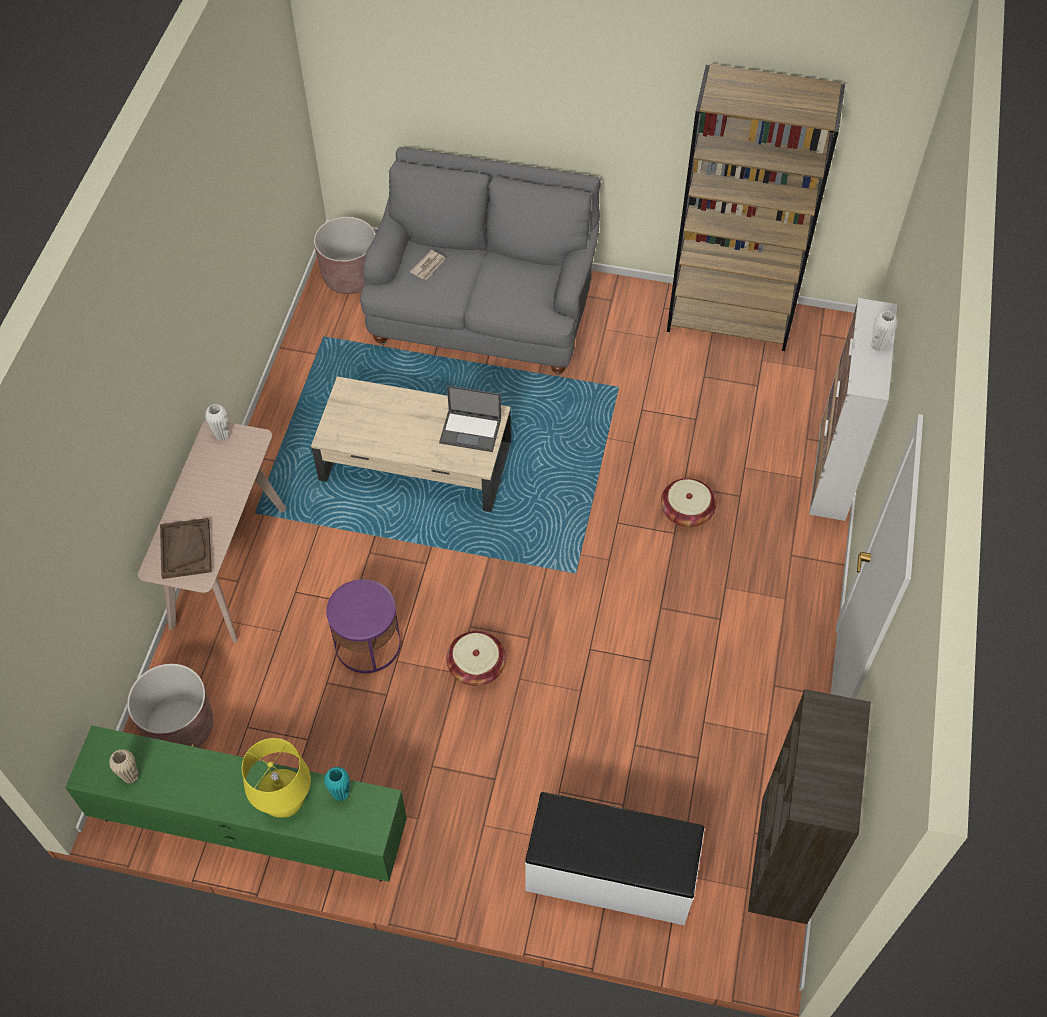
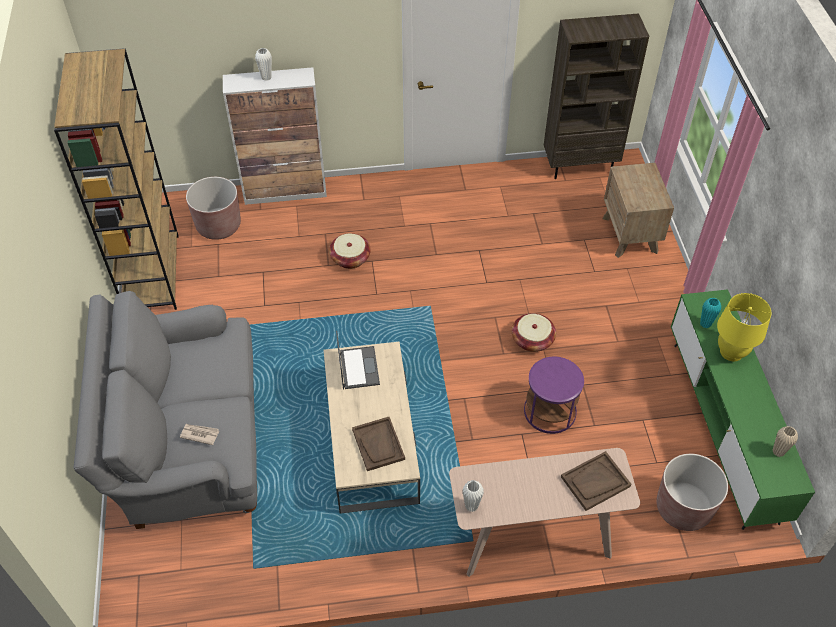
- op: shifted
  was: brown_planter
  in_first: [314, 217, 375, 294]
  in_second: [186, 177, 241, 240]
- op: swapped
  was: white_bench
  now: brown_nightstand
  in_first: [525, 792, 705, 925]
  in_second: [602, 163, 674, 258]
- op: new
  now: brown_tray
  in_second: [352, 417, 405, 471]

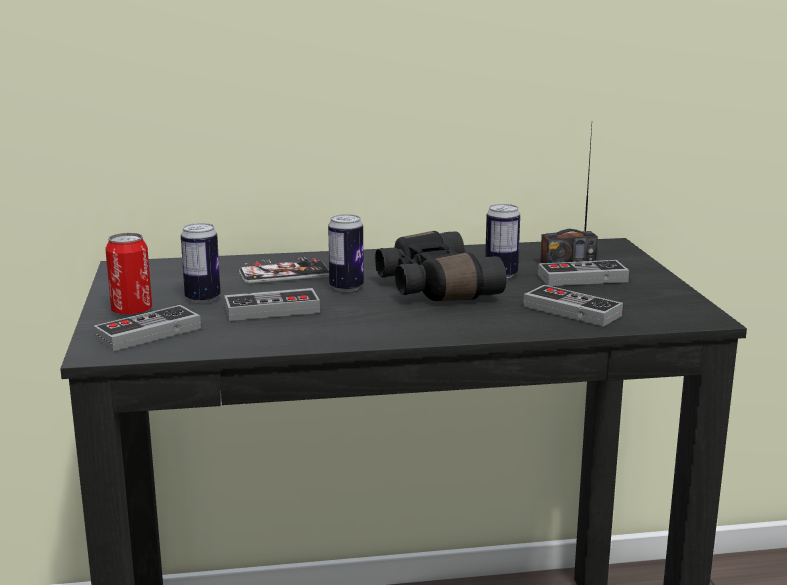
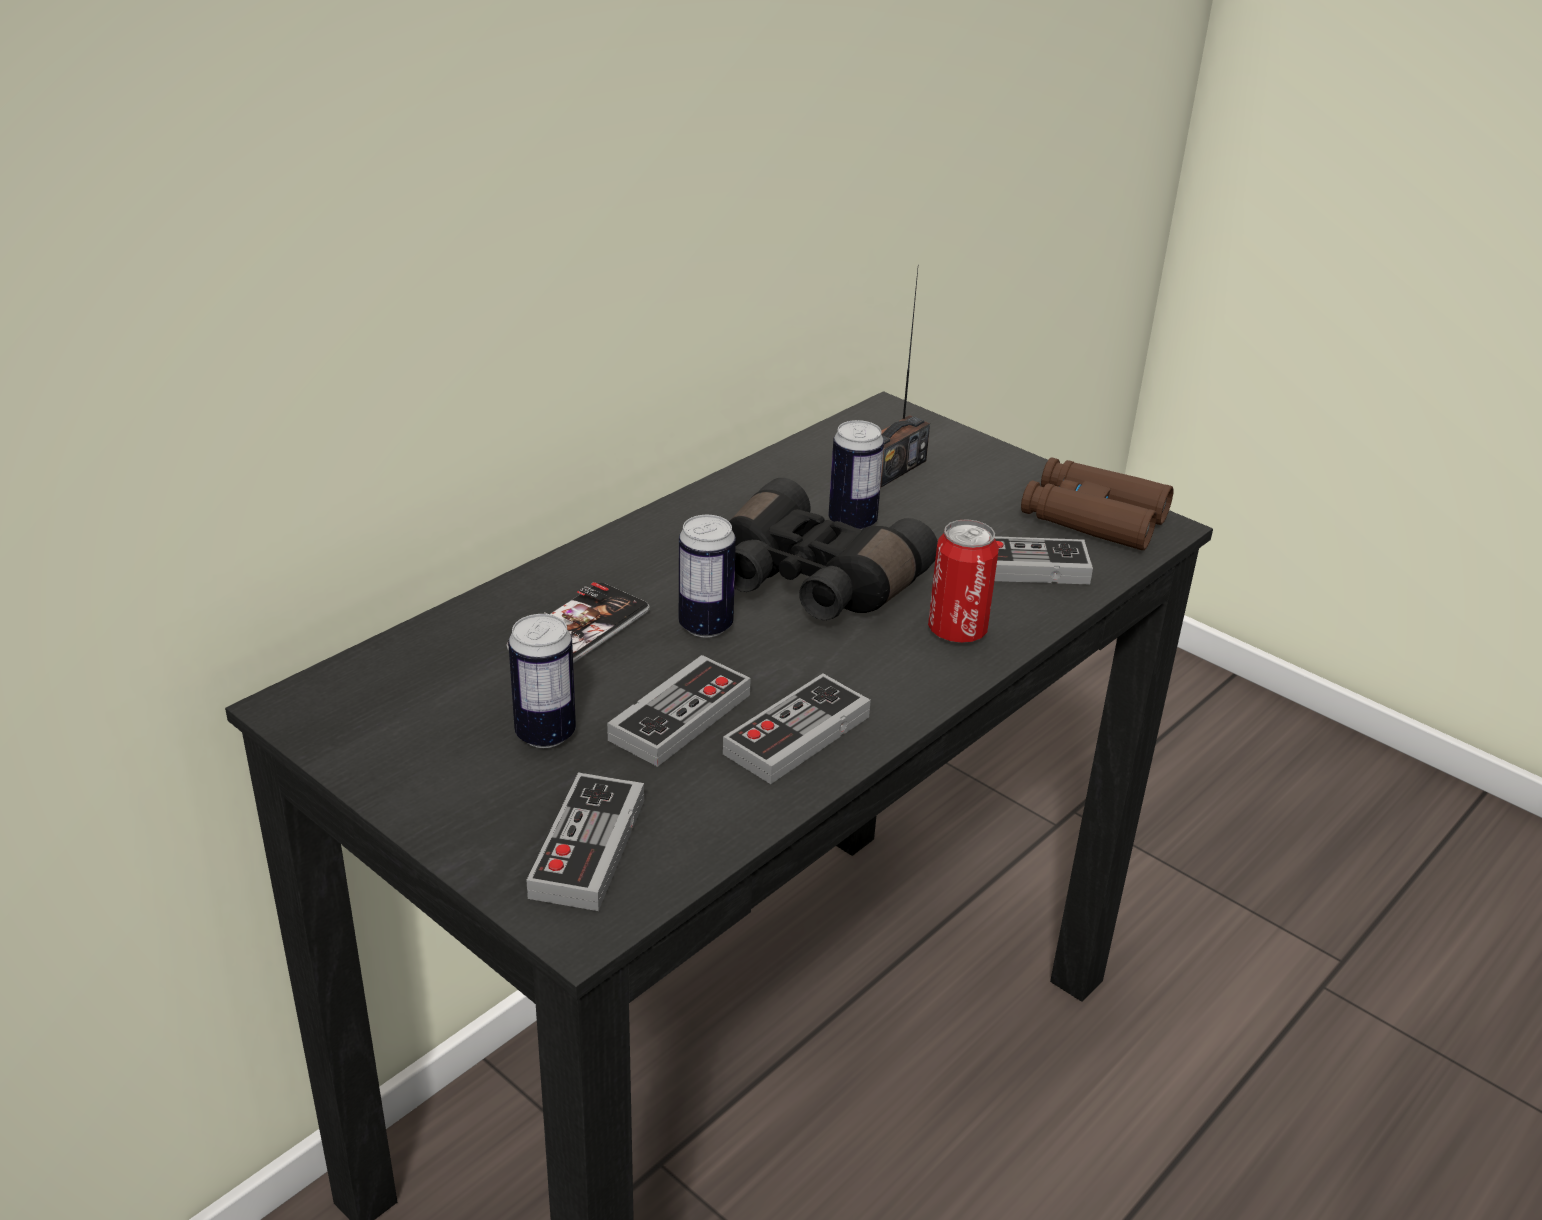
- op: shifted
  was: can
  in_first: [105, 233, 152, 316]
  in_second: [928, 519, 999, 643]
- op: shifted
  was: game_controller
  in_first: [538, 260, 629, 286]
  in_second: [723, 673, 871, 784]
- op: new
  now: brown_binoculars
  in_second: [1021, 457, 1174, 550]

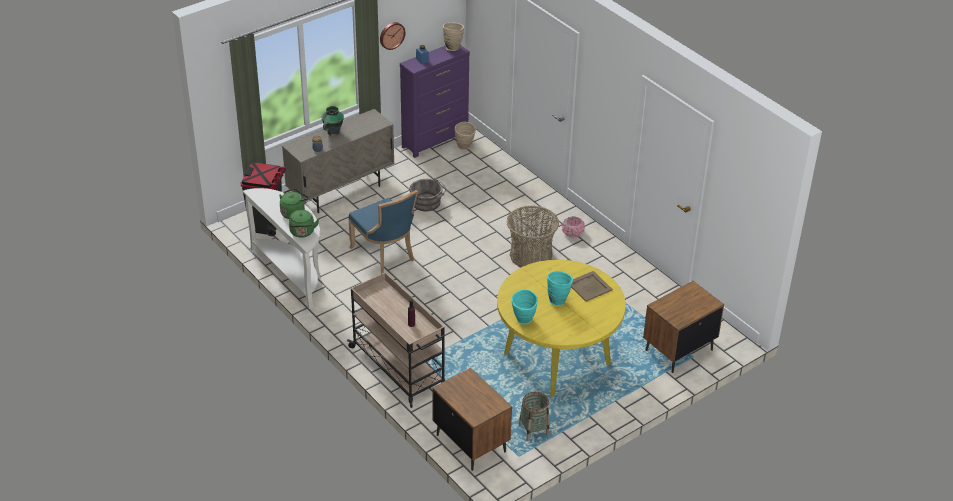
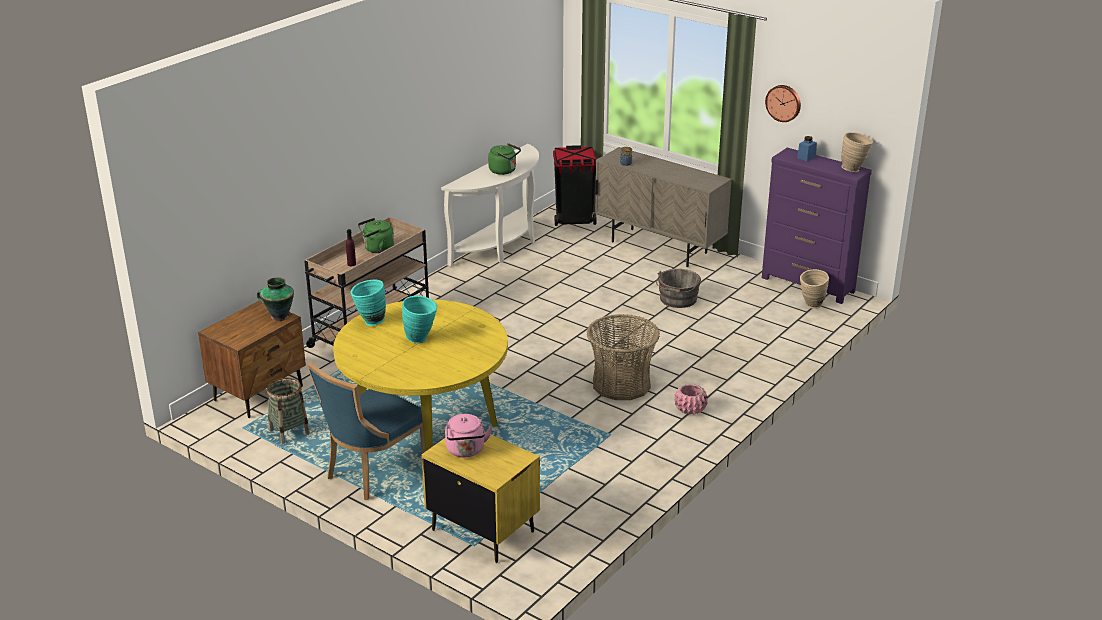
- op: shifted
  was: vase
  in_first: [321, 106, 344, 136]
  in_second: [257, 277, 294, 321]
- op: shifted
  was: blue_chair
  in_first: [348, 190, 418, 274]
  in_second: [307, 362, 426, 500]
- op: shifted
  was: green_kettle
  in_first: [289, 210, 319, 238]
  in_second: [358, 218, 394, 253]
- op: gone
  was: beige_tray
  in_first: [571, 271, 613, 302]
- op: repainted
  was: brown_nightstand
  now: yellow_nightstand
  in_first: [643, 281, 724, 373]
  in_second: [422, 435, 540, 563]
- op: new
  now: pink_kettle
  in_second: [445, 414, 492, 457]

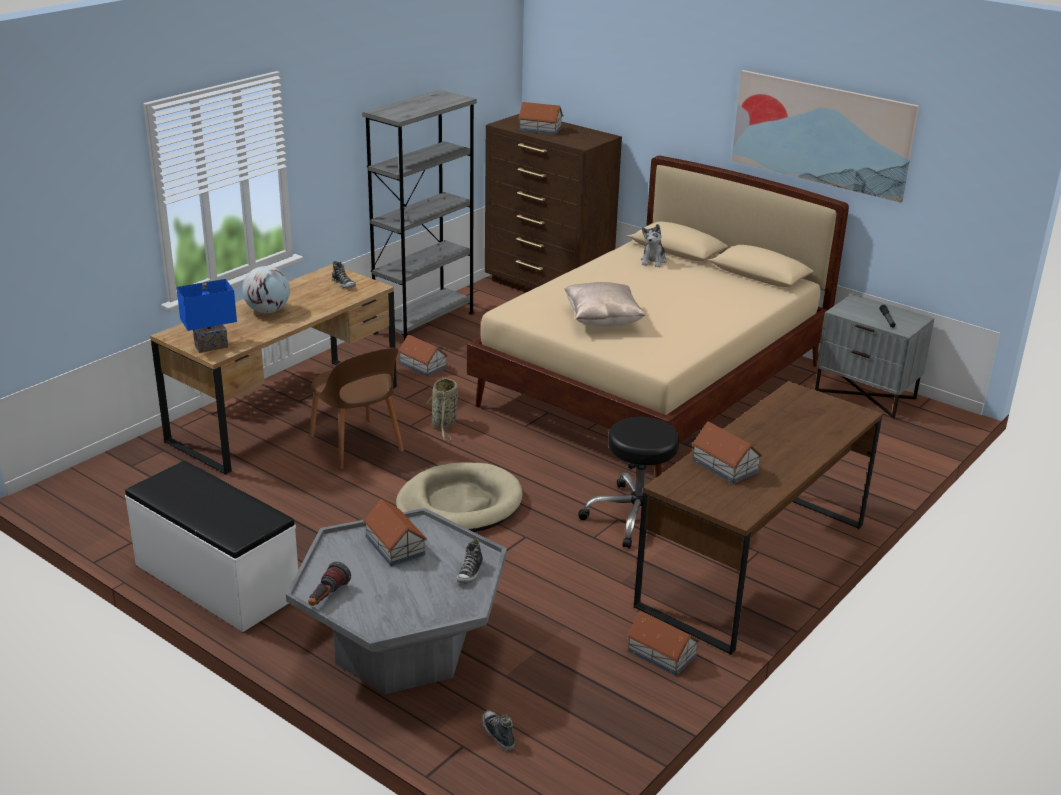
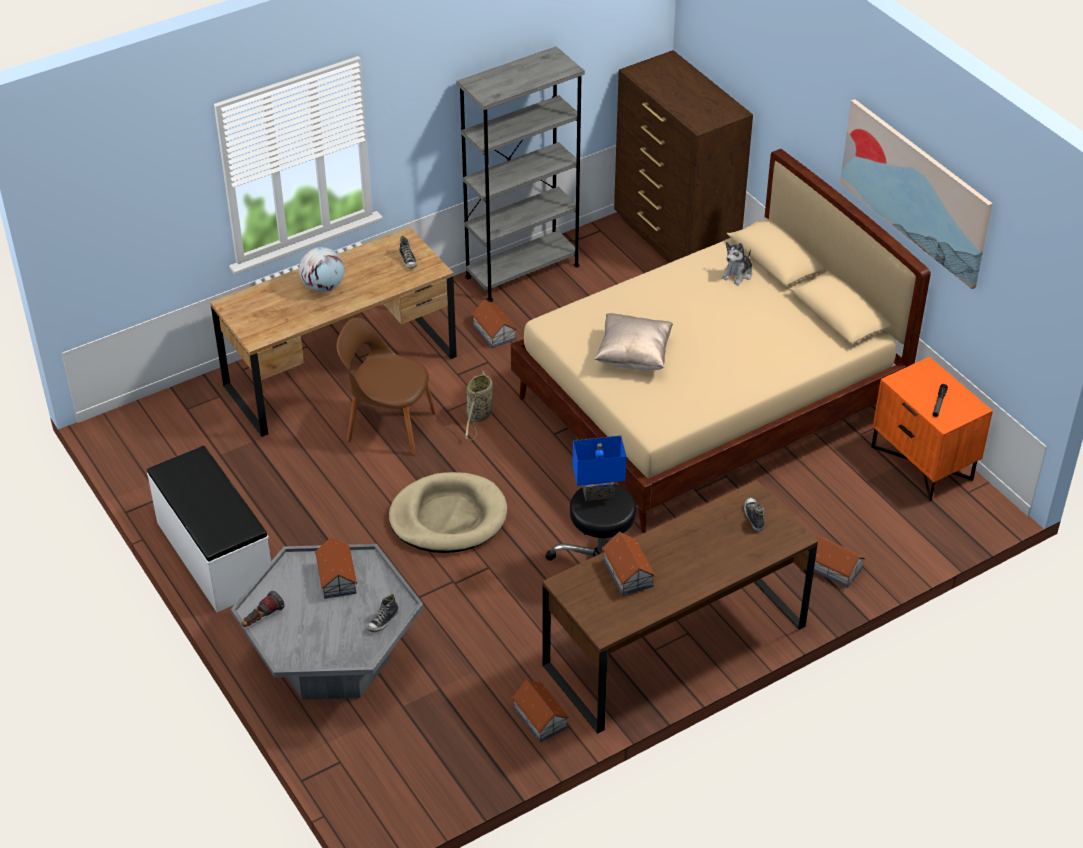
- op: shifted
  was: toy_house
  in_first: [518, 102, 564, 135]
  in_second: [814, 537, 866, 587]
- op: shifted
  was: blue_table_lamp
  in_first: [176, 279, 237, 353]
  in_second: [573, 436, 627, 501]
- op: repainted
  was: grey_nightstand
  now: orange_nightstand
  in_first: [815, 294, 934, 419]
  in_second: [871, 357, 993, 501]
- op: rotated
  was: brown_chair
  in_first: [310, 348, 404, 470]
  in_second: [337, 317, 436, 455]
  clockwise: 120
- op: shifted
  was: shoe
  in_first: [482, 710, 515, 750]
  in_second: [744, 497, 764, 531]

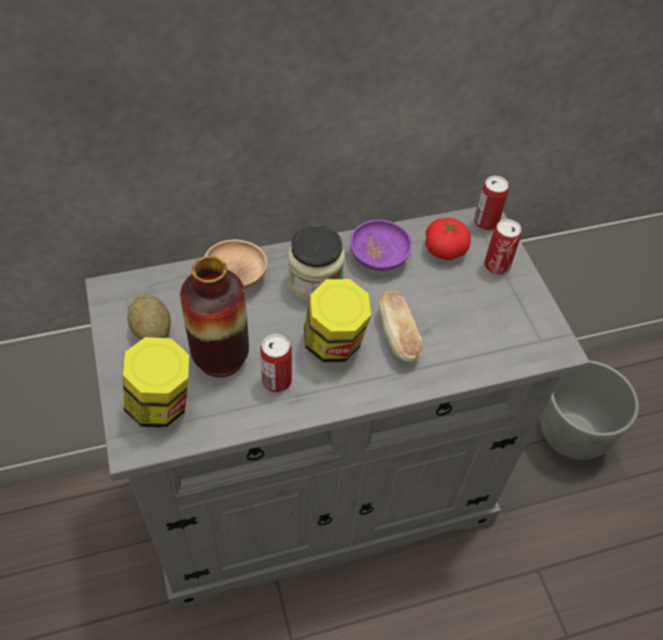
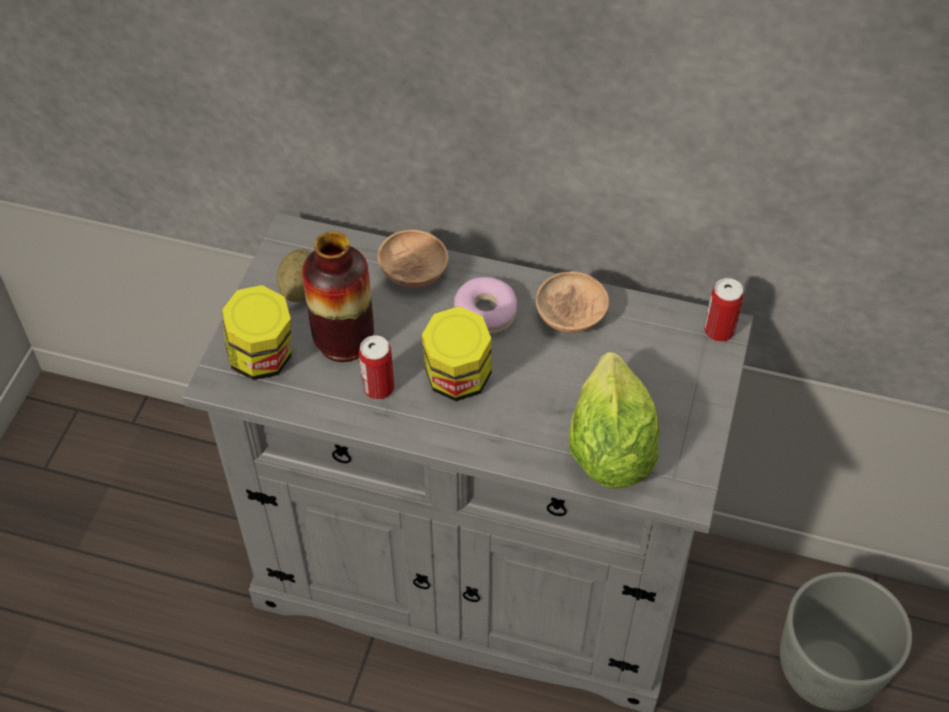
- op: gone
  was: tomato
  in_first: [425, 218, 471, 260]
- op: repainted
  was: purple_bowl
  now: brown_bowl
  in_first: [350, 219, 412, 271]
  in_second: [536, 271, 609, 333]
- op: gone
  was: can
  in_first: [484, 219, 521, 275]
- op: swapped
  was: jar
  now: donut
  in_first: [288, 226, 345, 302]
  in_second: [454, 277, 517, 334]
- op: gone
  was: bread
  in_first: [379, 291, 423, 362]
- op: new
  now: lettuce
  in_second: [568, 352, 659, 488]

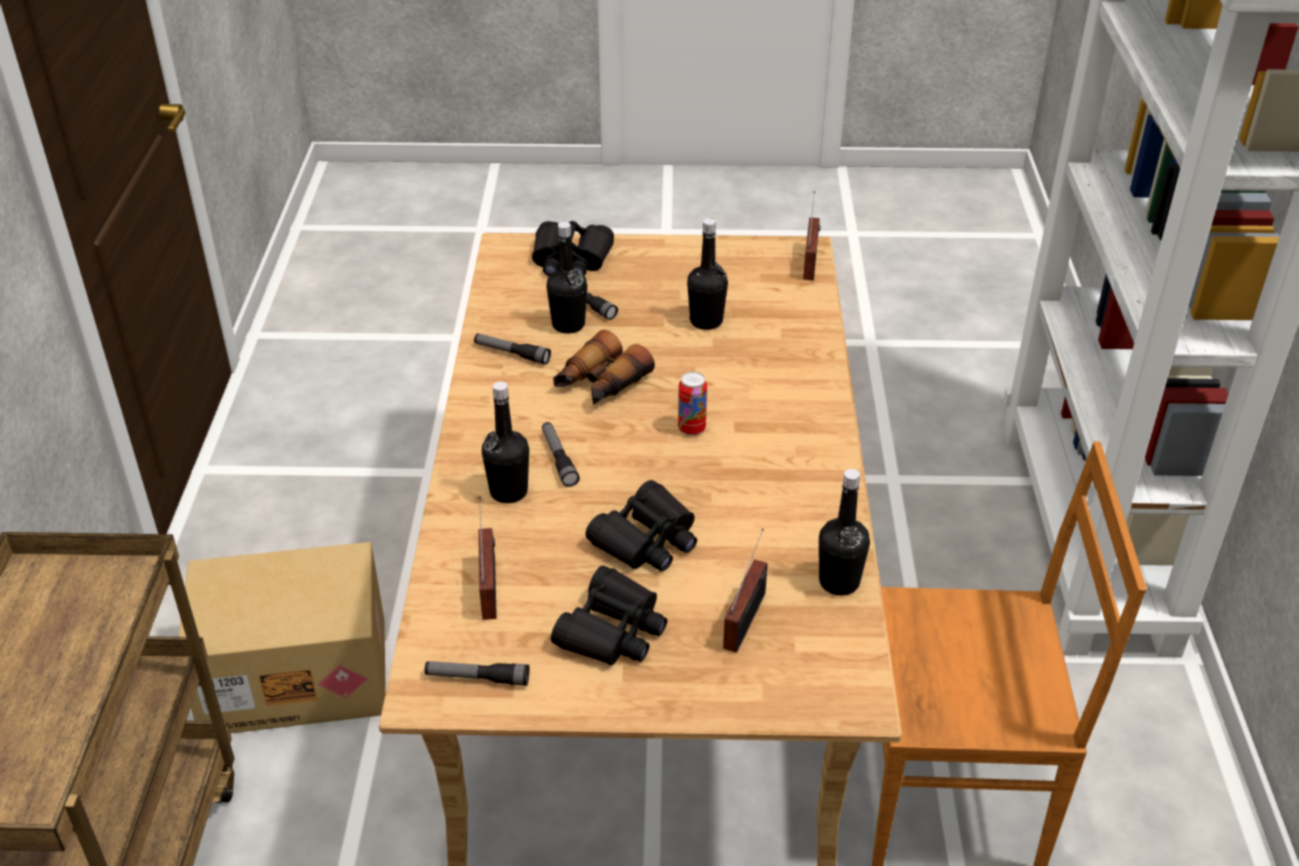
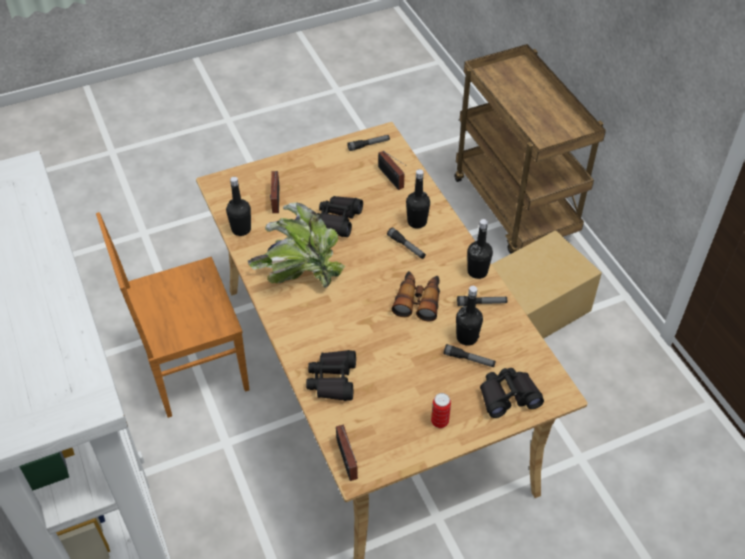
- op: shifted
  was: black_bottle
  in_first: [687, 218, 728, 330]
  in_second: [467, 219, 493, 279]
- op: shifted
  was: can
  in_first: [678, 372, 707, 436]
  in_second: [431, 393, 451, 428]
- op: shifted
  was: black_binoculars
  in_first: [551, 566, 667, 666]
  in_second: [306, 350, 356, 401]
- op: new
  now: potted_plant
  in_second: [248, 202, 345, 288]

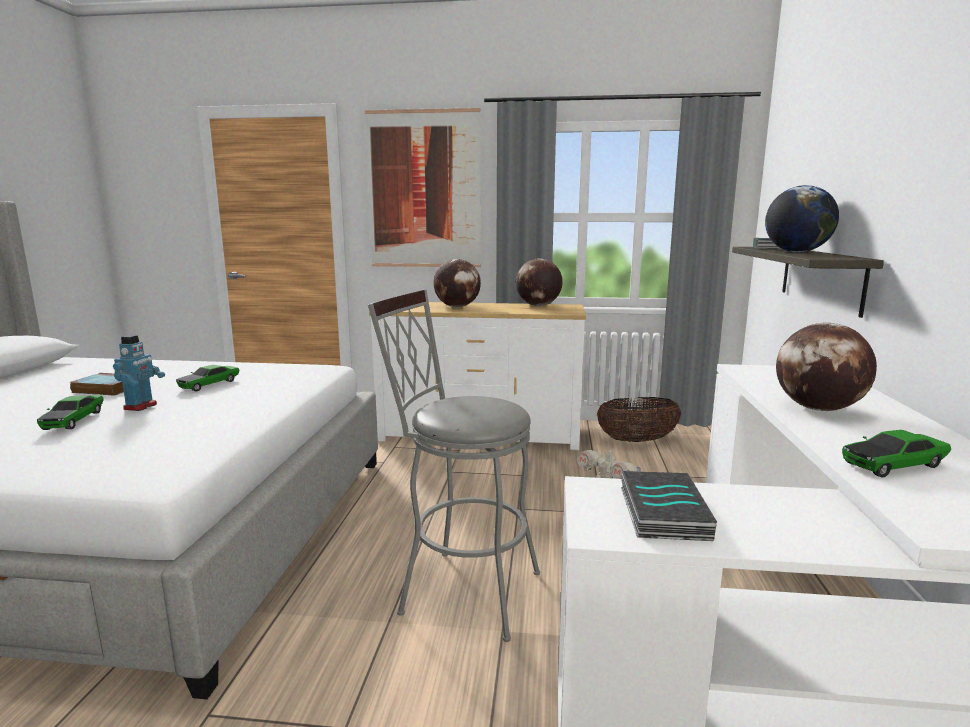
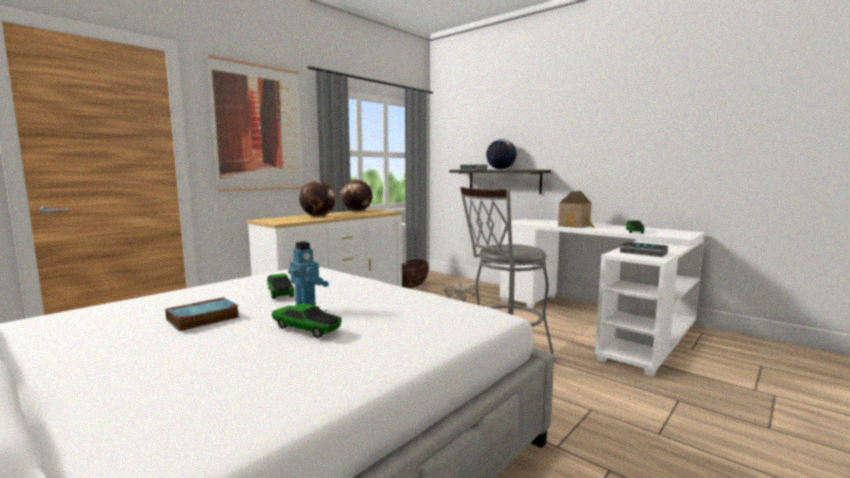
- op: swapped
  was: globe
  now: toy_house
  in_first: [776, 323, 877, 411]
  in_second: [558, 191, 594, 228]

